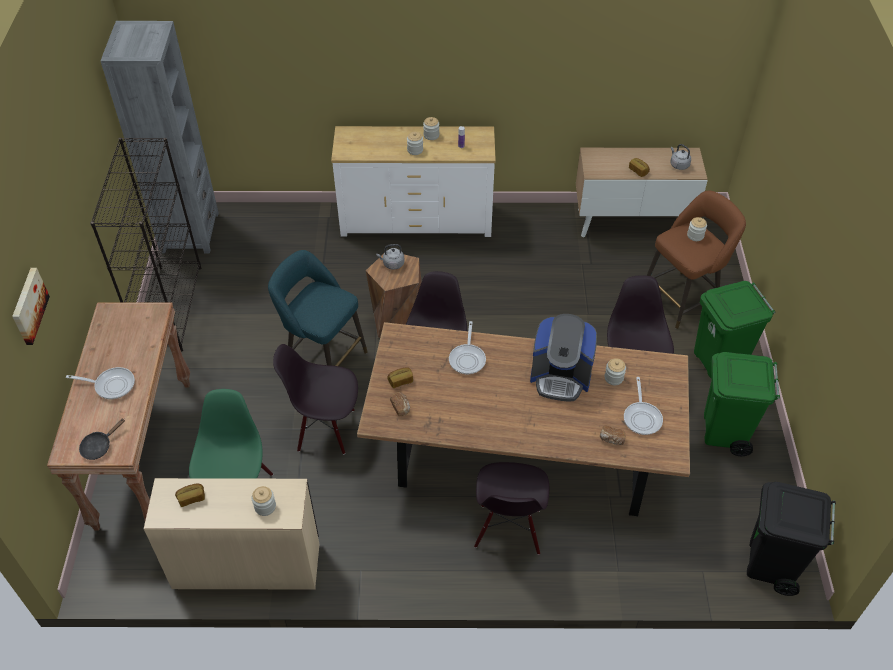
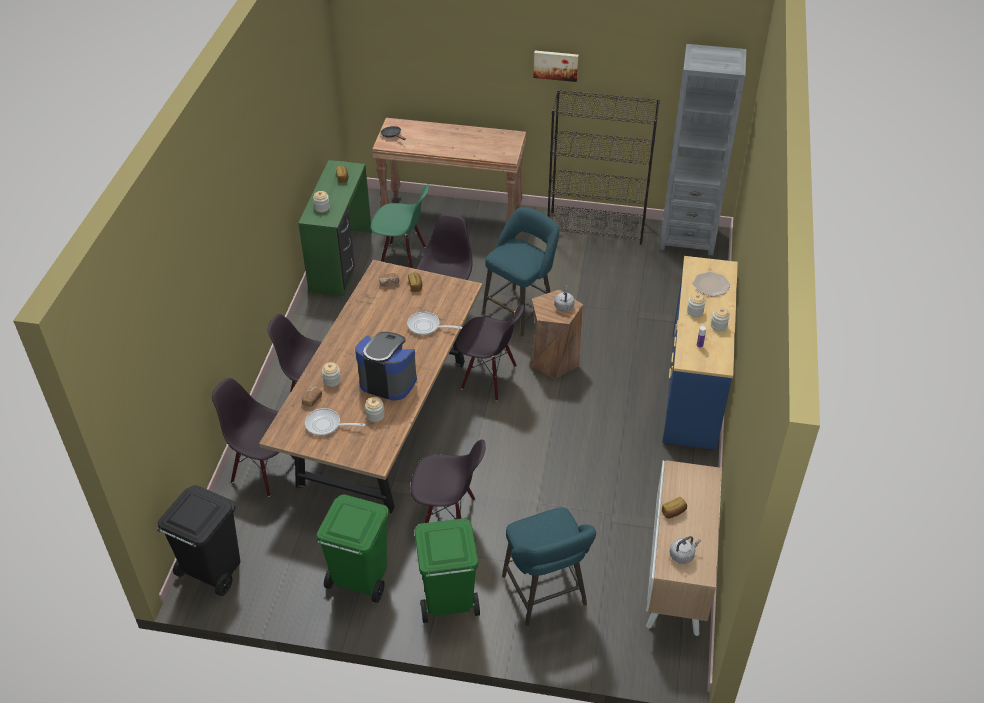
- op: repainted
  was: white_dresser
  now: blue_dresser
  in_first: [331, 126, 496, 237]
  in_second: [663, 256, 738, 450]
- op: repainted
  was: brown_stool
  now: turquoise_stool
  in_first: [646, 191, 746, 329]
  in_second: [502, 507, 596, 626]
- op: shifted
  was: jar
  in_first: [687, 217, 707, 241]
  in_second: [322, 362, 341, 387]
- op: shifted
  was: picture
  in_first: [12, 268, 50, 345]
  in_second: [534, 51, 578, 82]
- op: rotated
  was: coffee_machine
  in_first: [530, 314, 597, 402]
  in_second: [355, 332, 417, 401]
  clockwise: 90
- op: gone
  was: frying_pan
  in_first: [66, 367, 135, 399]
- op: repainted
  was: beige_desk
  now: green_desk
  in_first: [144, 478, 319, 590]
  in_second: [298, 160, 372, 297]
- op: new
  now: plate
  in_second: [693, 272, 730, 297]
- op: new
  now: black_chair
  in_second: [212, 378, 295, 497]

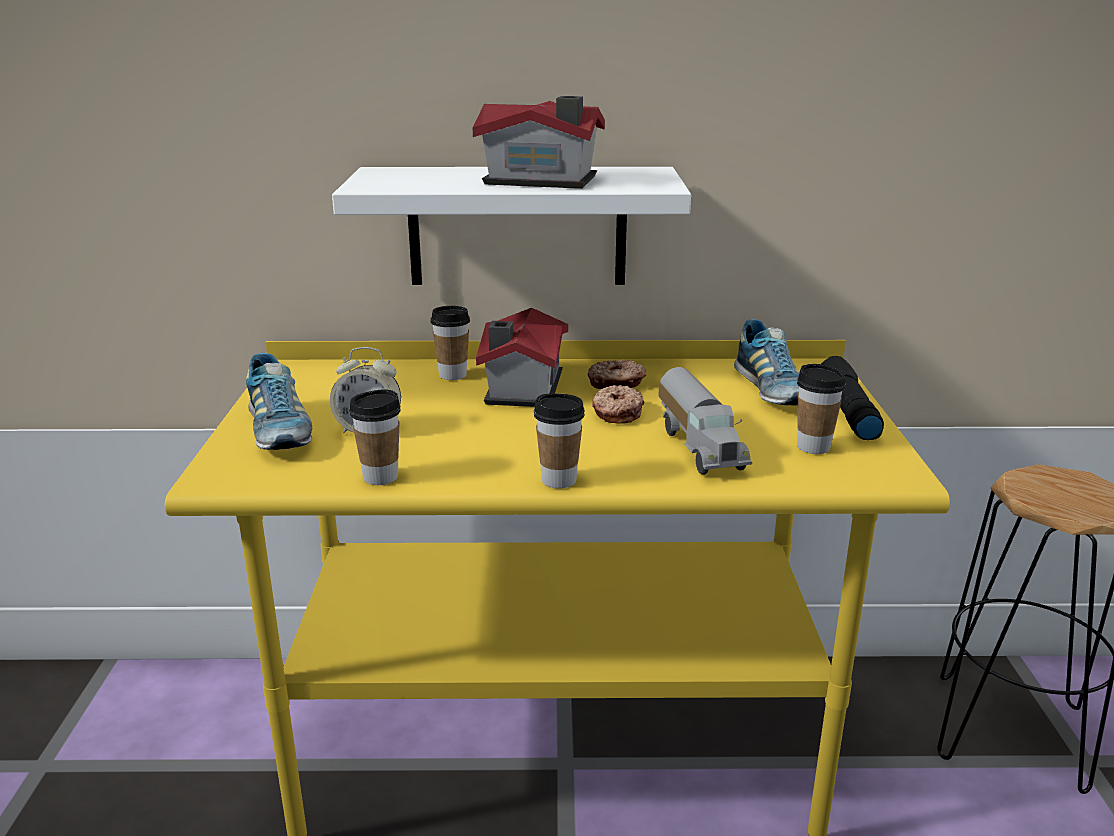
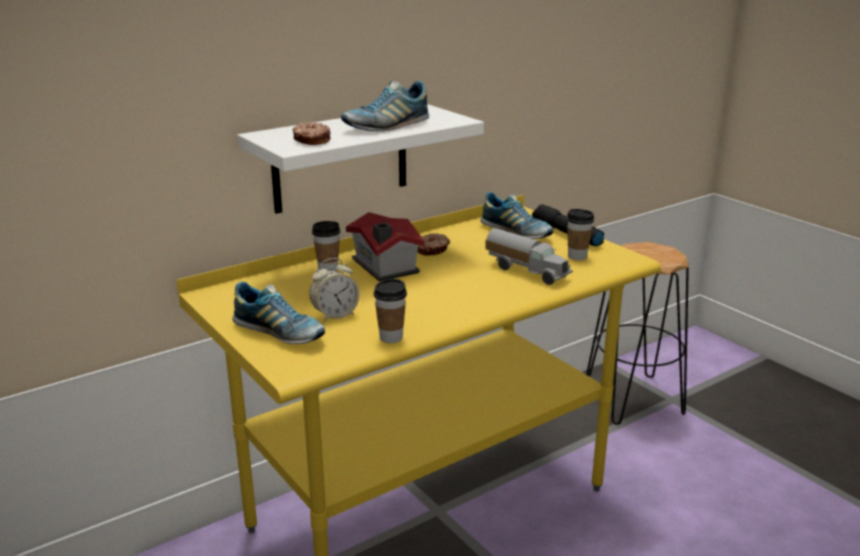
- op: swapped
  was: toy_house
  now: shoe
  in_first: [473, 96, 605, 189]
  in_second: [341, 81, 429, 131]
- op: shifted
  was: donut
  in_first: [592, 385, 645, 424]
  in_second: [293, 122, 330, 145]
- op: gone
  was: cup
  in_first: [534, 393, 585, 488]

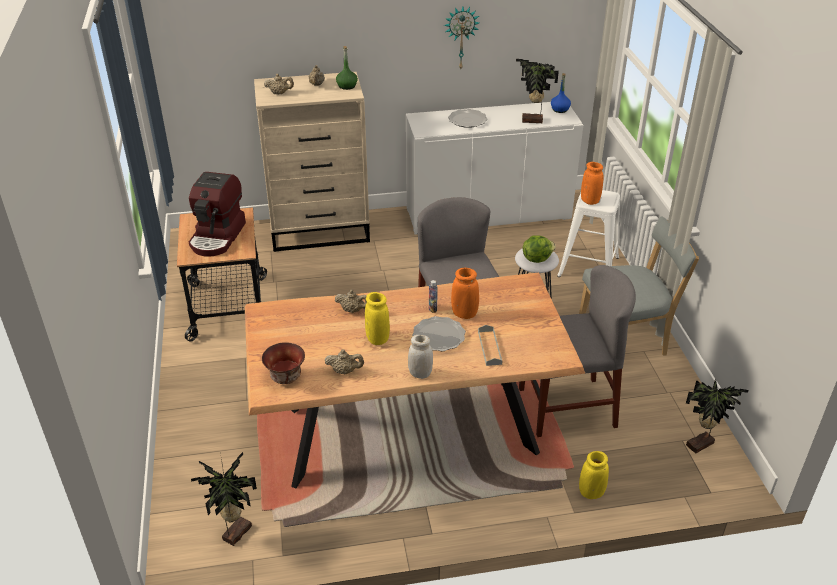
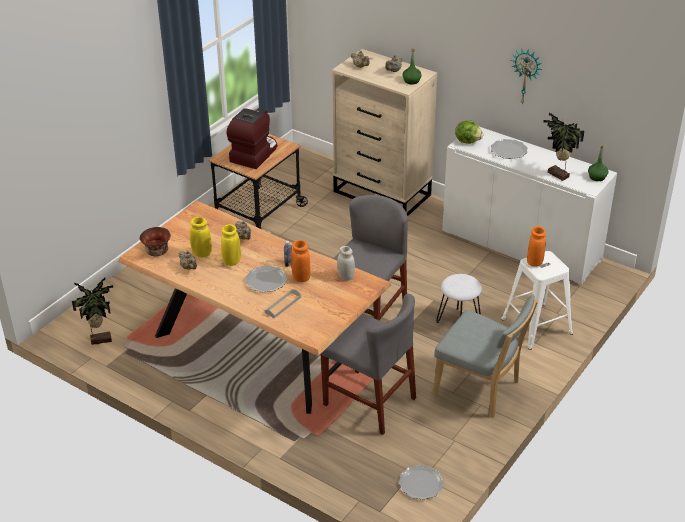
- op: repainted
  was: blue_bottle
  now: green_bottle
  in_first: [551, 73, 571, 113]
  in_second: [588, 144, 608, 181]
- op: rotated
  was: coffee_machine
  in_first: [189, 172, 246, 257]
  in_second: [226, 108, 277, 169]
  clockwise: 150
- op: shifted
  was: lettuce
  in_first: [523, 235, 556, 263]
  in_second: [455, 121, 483, 144]
- op: shifted
  was: white_jar
  in_first: [408, 335, 433, 379]
  in_second: [337, 246, 355, 281]
- op: swapped
  was: potted_plant
  now: plate
  in_first: [686, 379, 749, 453]
  in_second: [399, 465, 444, 500]
- op: shifted
  was: yellow_vase
  in_first: [579, 451, 609, 499]
  in_second: [190, 217, 212, 258]

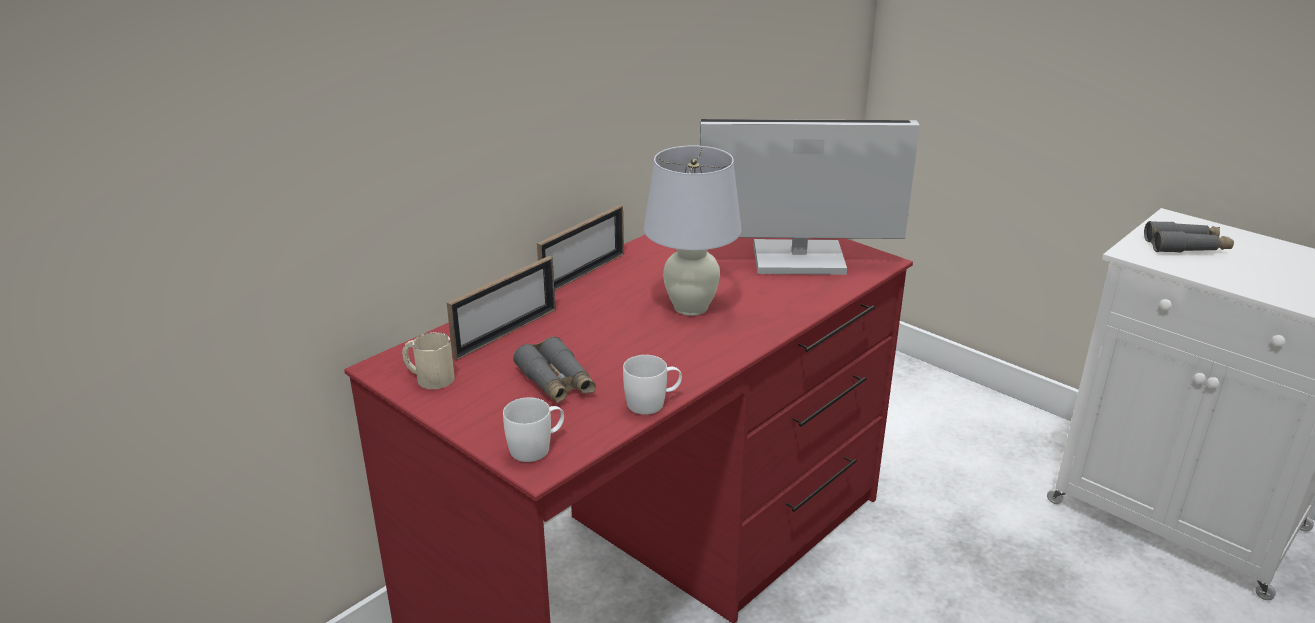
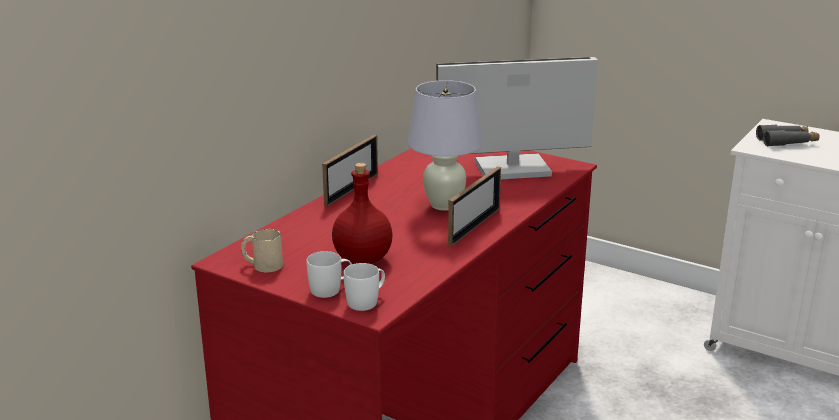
- op: shifted
  was: picture_frame
  in_first: [447, 256, 556, 360]
  in_second: [448, 166, 501, 246]
- op: swapped
  was: grey_binoculars
  now: red_bottle
  in_first: [513, 337, 596, 403]
  in_second: [332, 163, 392, 264]
- op: shifted
  was: white_mug
  in_first: [623, 355, 682, 415]
  in_second: [306, 251, 352, 298]

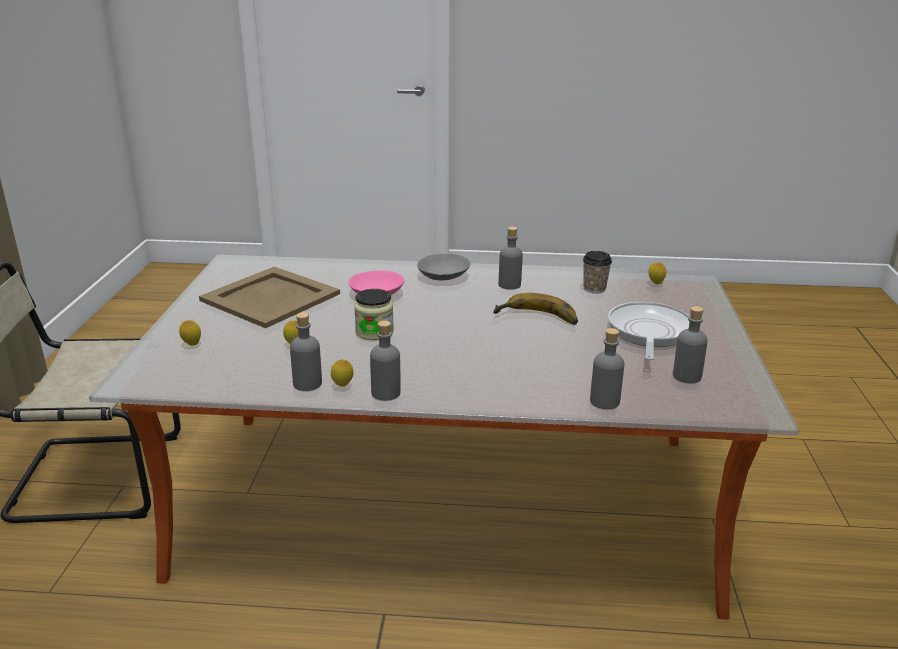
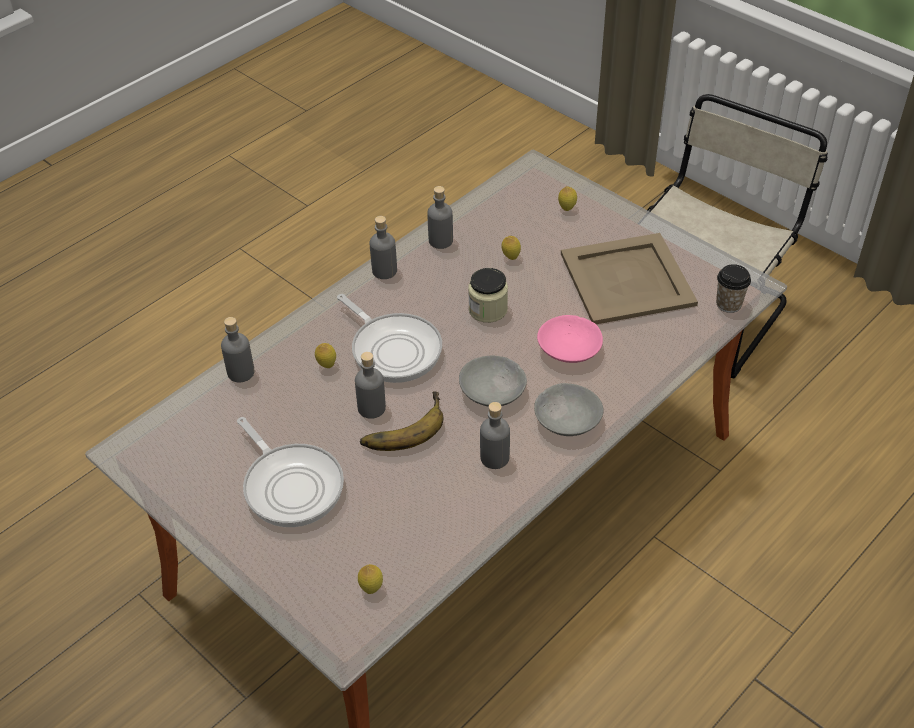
- op: shifted
  was: cup
  in_first: [583, 251, 612, 293]
  in_second: [716, 264, 751, 313]
- op: shifted
  was: grey_bottle
  in_first: [673, 306, 708, 383]
  in_second: [355, 352, 386, 419]
- op: shifted
  was: lemon
  in_first: [331, 360, 353, 387]
  in_second: [315, 343, 336, 368]
- op: new
  now: frying_pan
  in_second: [337, 294, 442, 383]
- op: new
  now: grey_bowl
  in_second: [459, 356, 527, 406]

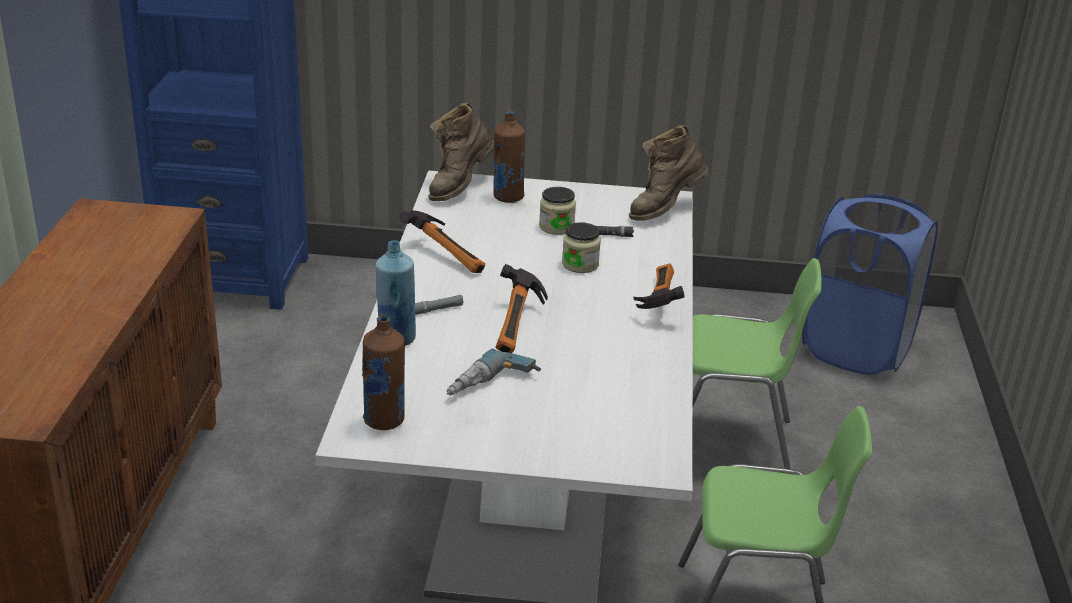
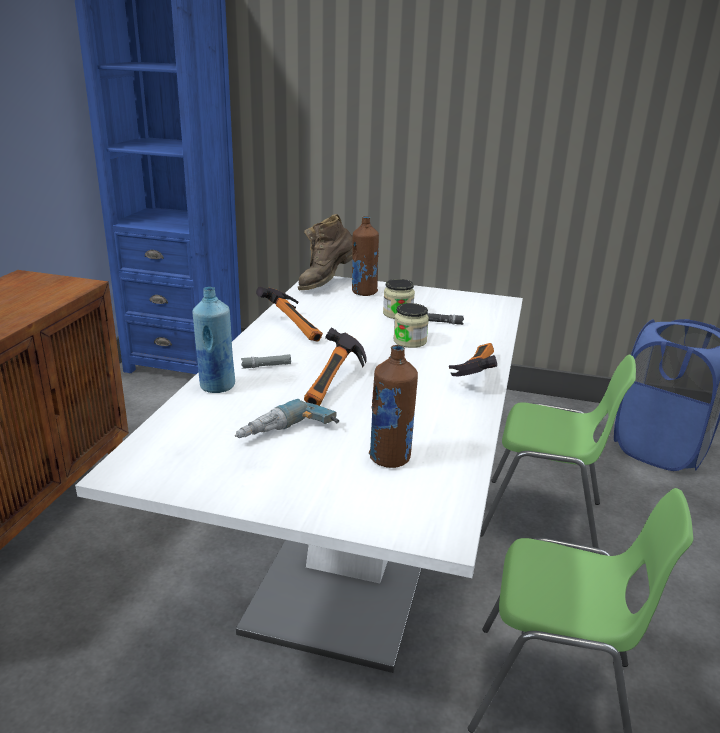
- op: gone
  was: brown_boot
  in_first: [629, 125, 709, 221]
- op: shifted
  was: brown_bottle
  in_first: [362, 315, 405, 430]
  in_second: [369, 345, 418, 468]

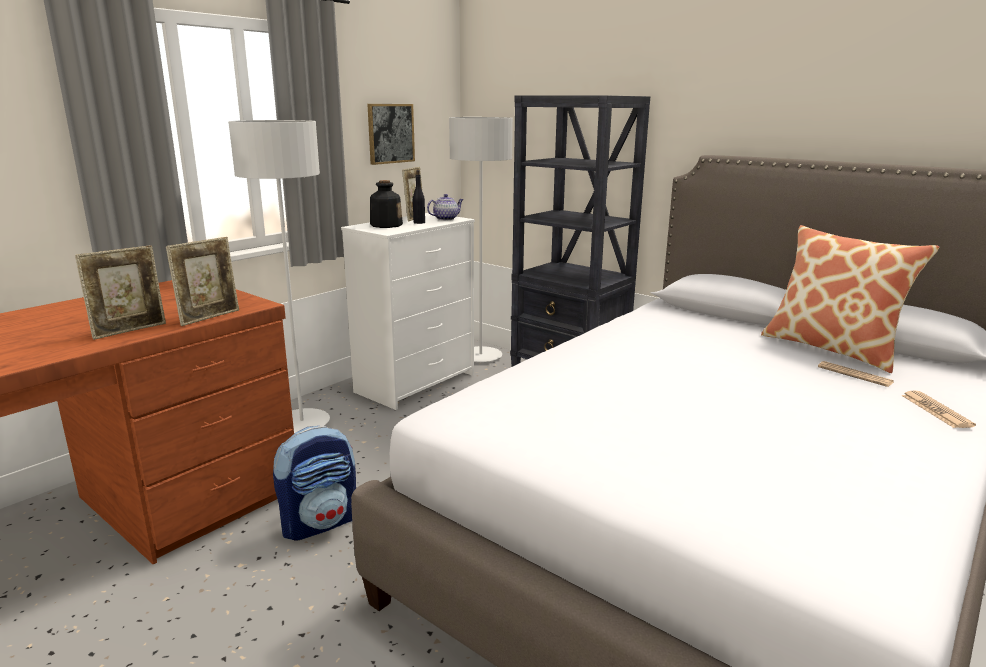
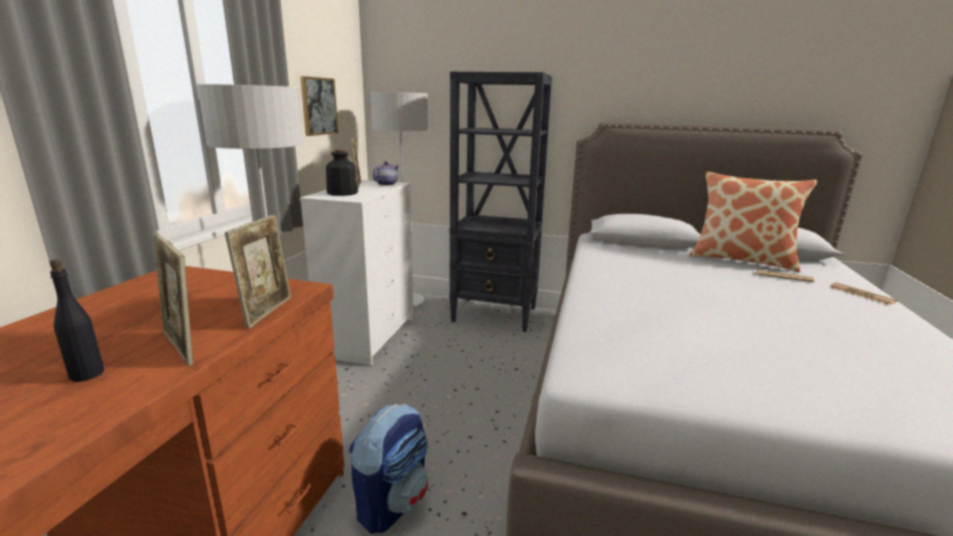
- op: shifted
  was: black_bottle
  in_first: [413, 170, 425, 224]
  in_second: [49, 259, 104, 382]
- op: rotated
  was: picture_frame
  in_first: [75, 245, 166, 340]
  in_second: [153, 233, 193, 366]
  clockwise: 120

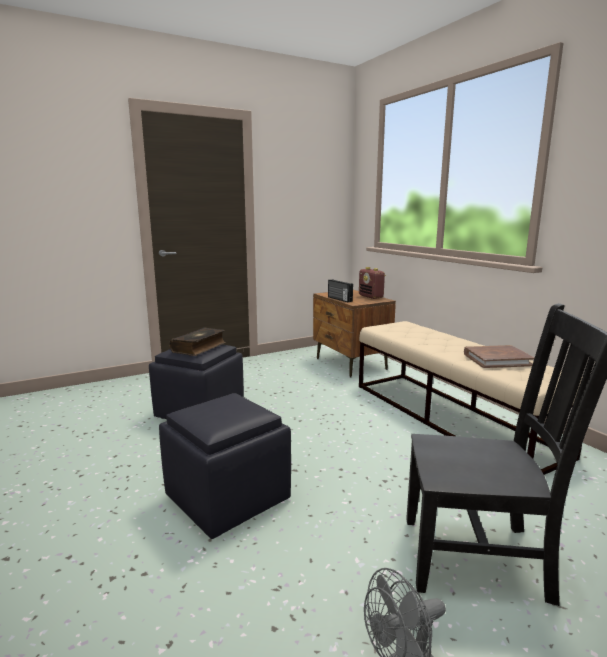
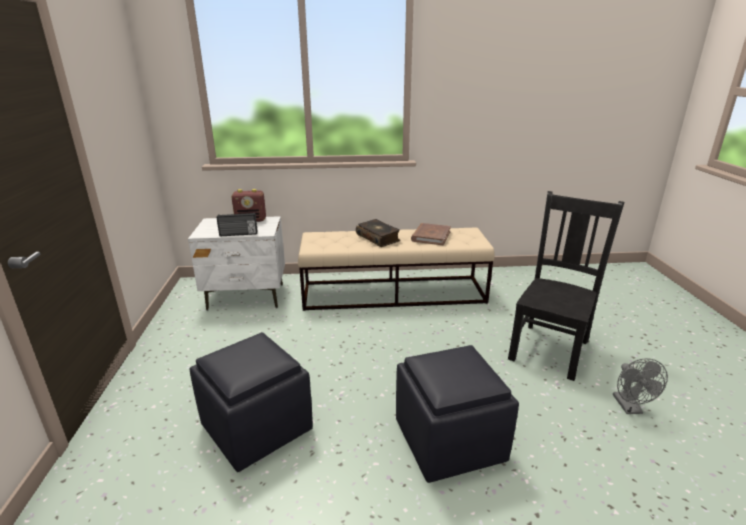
- op: repainted
  was: brown_nightstand
  now: white_nightstand
  in_first: [313, 290, 396, 377]
  in_second: [188, 216, 285, 311]
- op: shifted
  was: book
  in_first: [169, 327, 226, 356]
  in_second: [356, 219, 400, 247]

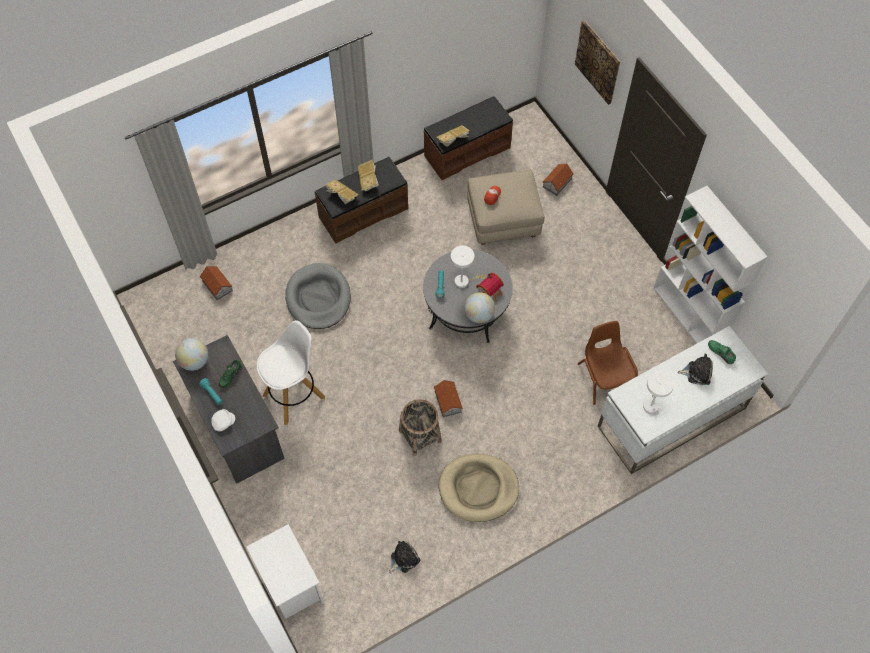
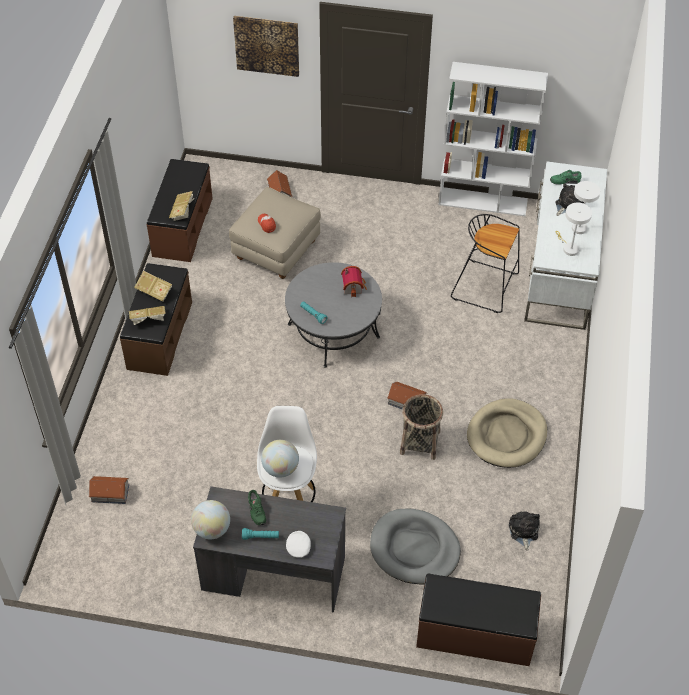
- op: shifted
  was: white_table_lamp
  in_first: [451, 246, 486, 288]
  in_second: [572, 181, 600, 234]
- op: shifted
  was: grey_dog_bed
  in_first: [285, 263, 351, 329]
  in_second: [370, 509, 461, 585]
- op: shifted
  was: globe
  in_first: [464, 292, 495, 323]
  in_second: [261, 440, 299, 478]
- op: swapped
  was: brown_chair
  now: black_stool
  in_first: [578, 321, 638, 405]
  in_second: [451, 214, 520, 313]
- op: swapped
  was: white_nightstand
  now: brown_bench
  in_first: [247, 524, 324, 619]
  in_second: [416, 574, 541, 666]

